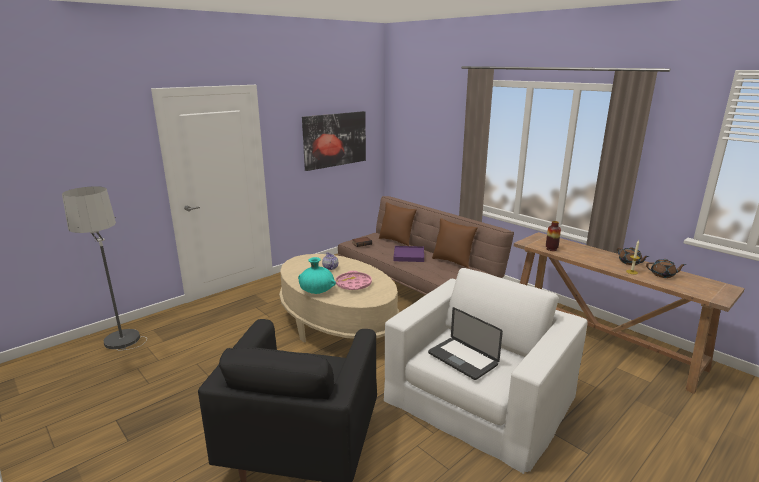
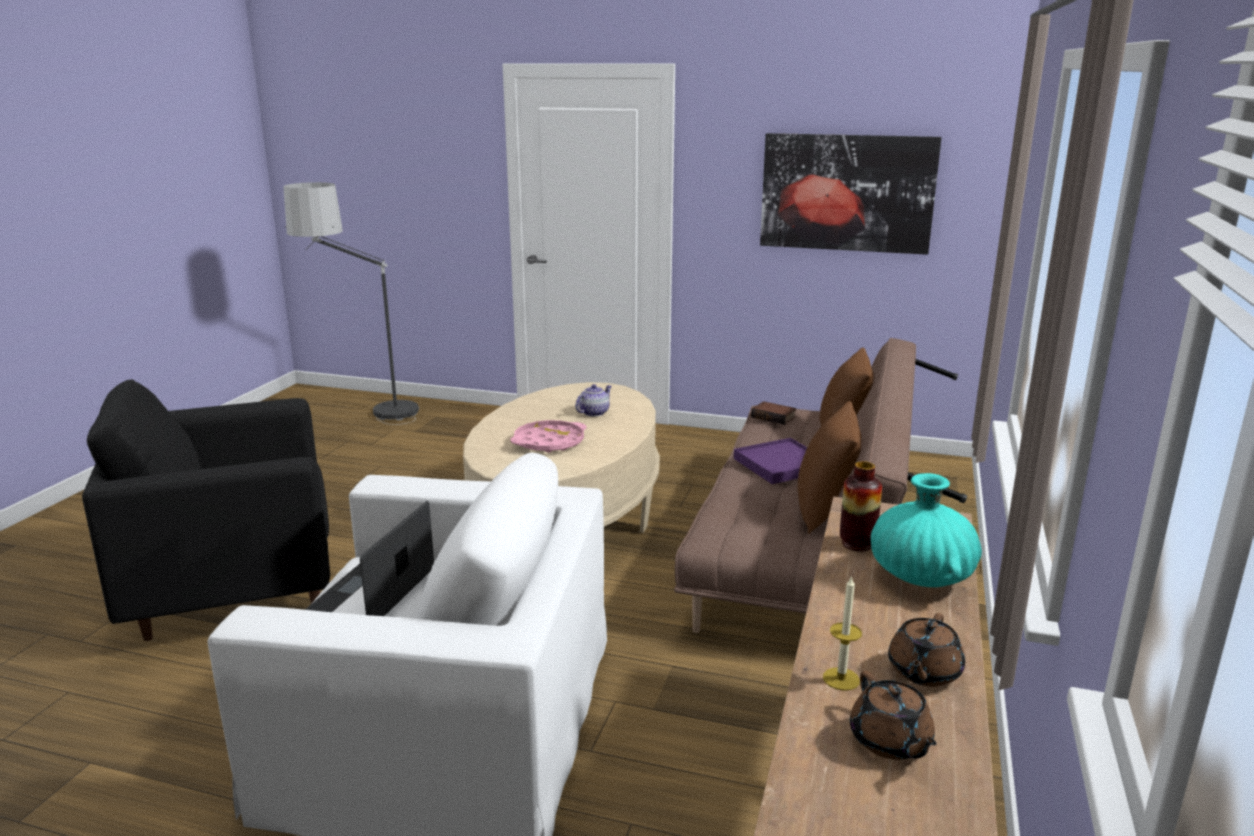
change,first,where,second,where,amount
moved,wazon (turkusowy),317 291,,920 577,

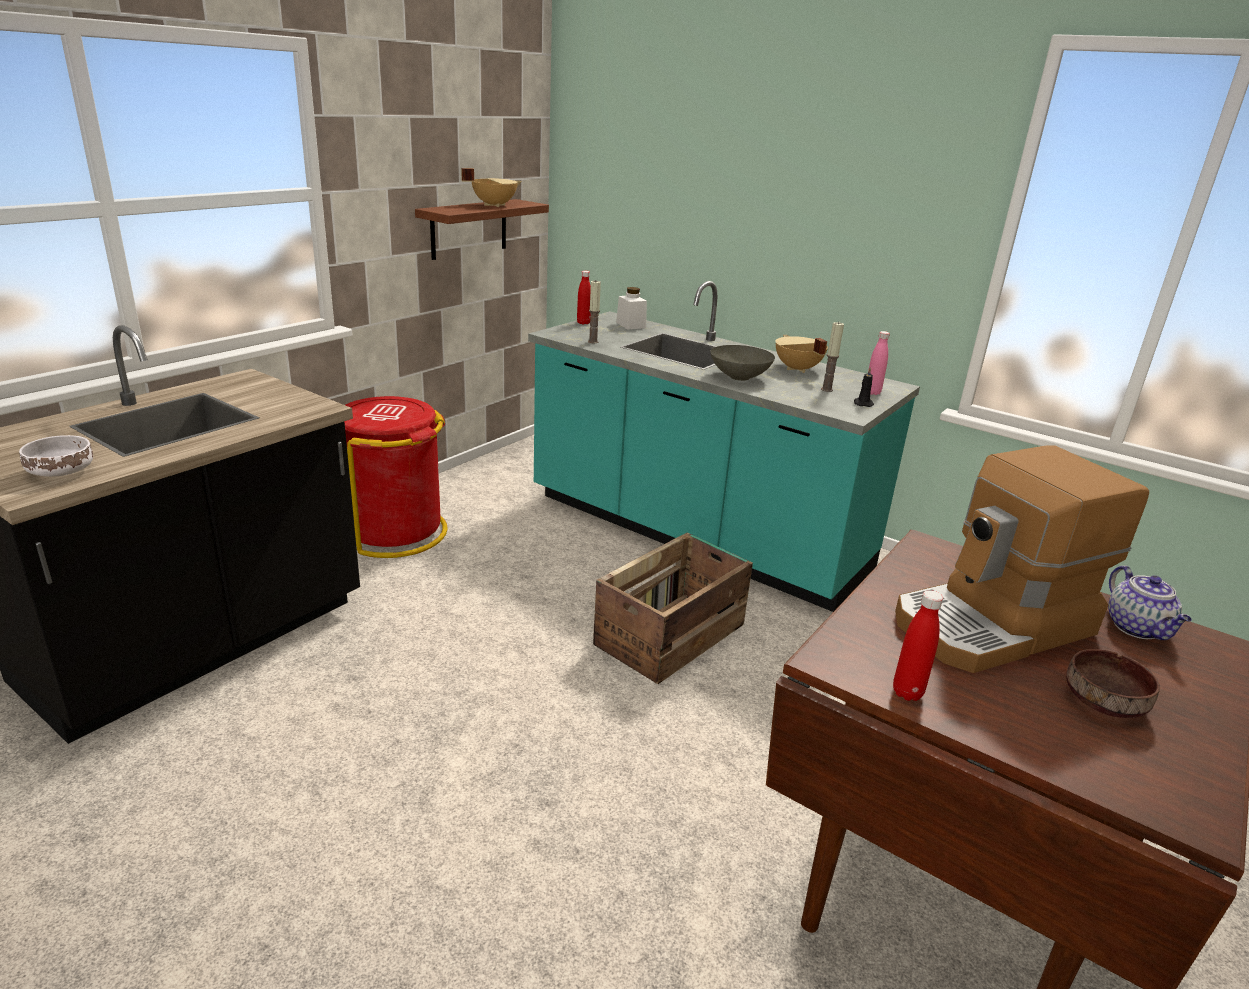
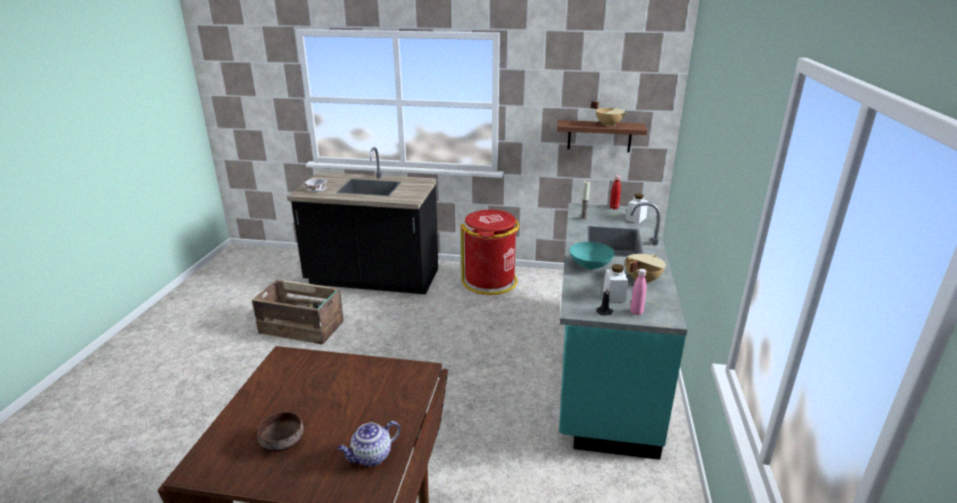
change,first,where,second,where,amount
moved,skrzynka,672 635,,302 328,
recoloured,miska (szary),739 377,miska (turkusowy),591 266,
replaced,świeca,827 389,słoik (biały),614 296,
removed,butelka (czerwony),907 692,,,
removed,ekspres do kawy,994 626,,,

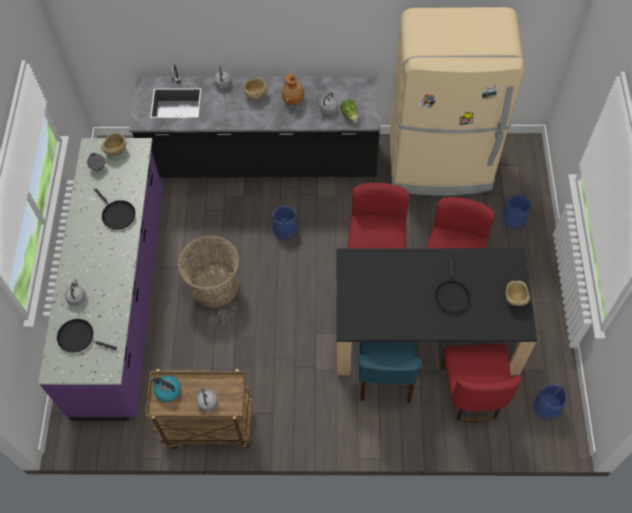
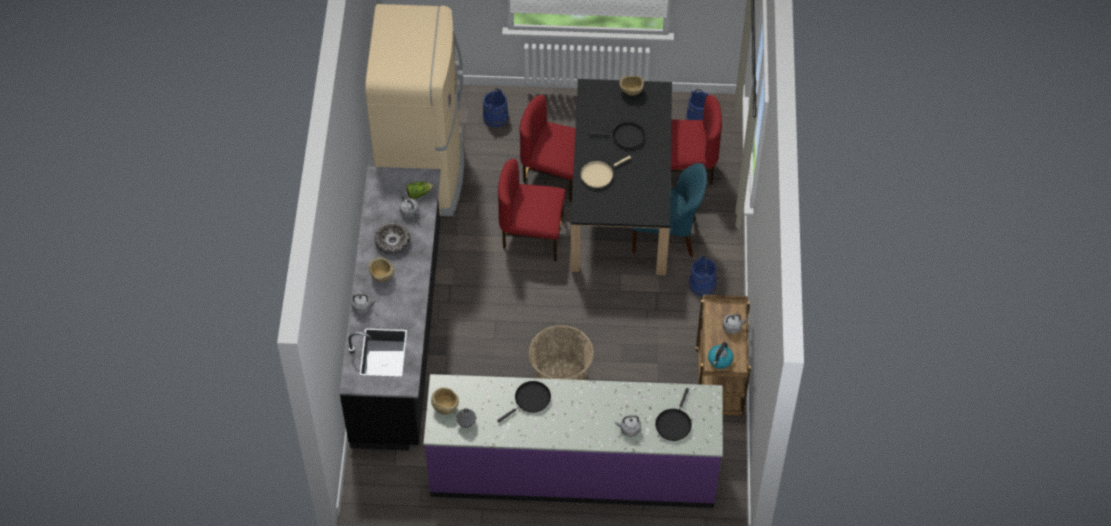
change,first,where,second,where,amount
moved,wiadro (niebieski),285 229,,702 284,
replaced,wazon (brązowy),294 100,miska,392 242,
added,,,patelnia (beżowy),599 175,

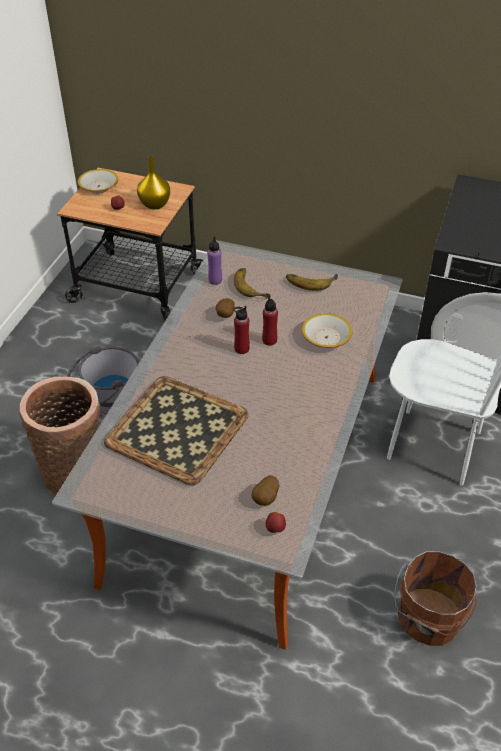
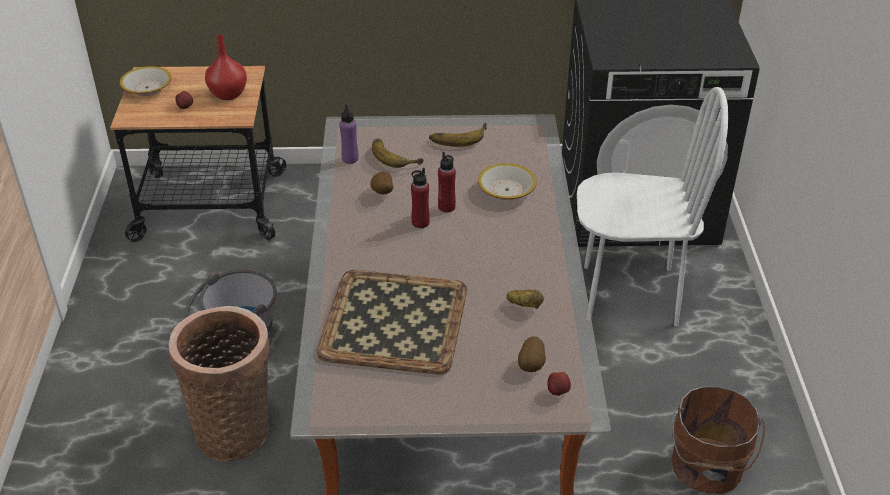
change,first,where,second,where,amount
recoloured,wazon (żółty),154 204,wazon (czerwony),227 94,
added,,,ziemniak,525 305,

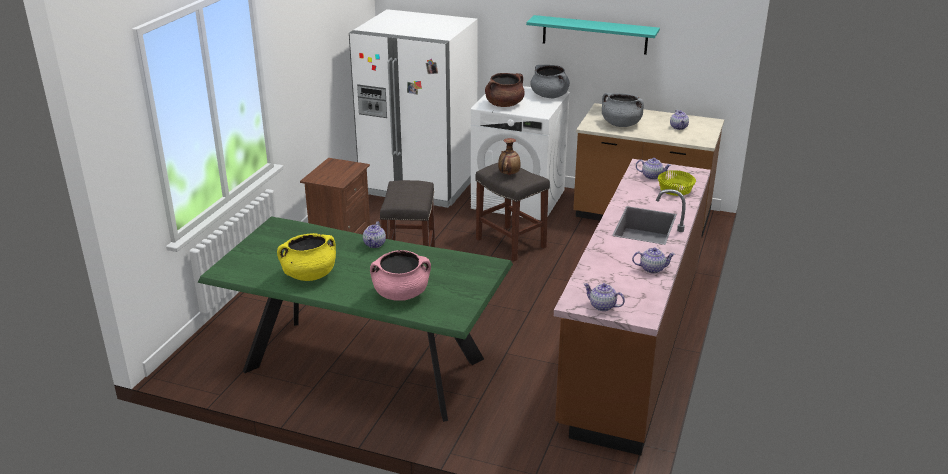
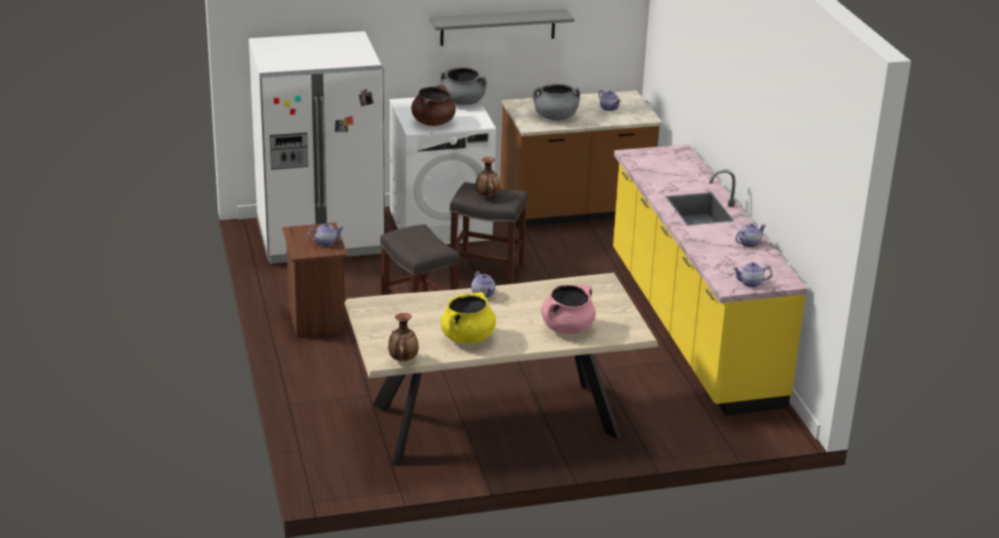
change,first,where,second,where,amount
recoloured,stół jadalny (zielony),364 365,stół jadalny (beżowy),495 421,
recoloured,półka (turkusowy),594 35,półka (szary),498 27,
recoloured,zabudowa kuchenna (brązowy),631 344,zabudowa kuchenna (żółty),691 328,
moved,imbryk,652 176,,326 242,
removed,miska (żółty),674 189,,,
added,,,wazon,403 359,

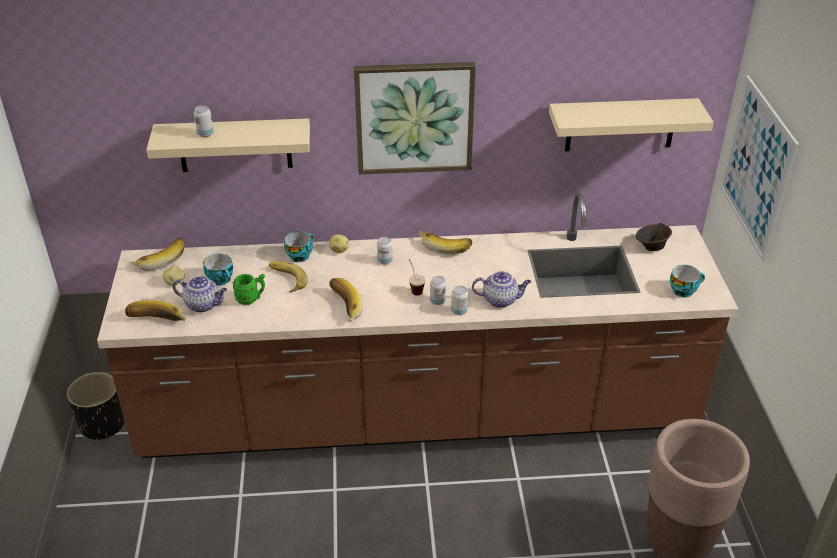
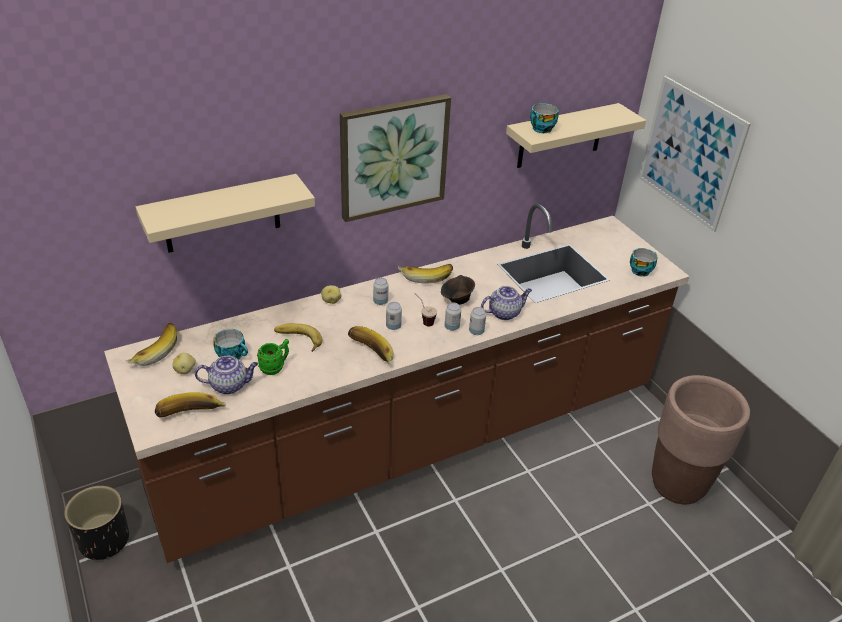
change,first,where,second,where,amount
moved,puszka,205 134,,393 326,
moved,filiżanka,300 255,,541 128,
moved,miska (brązowy),651 247,,457 300,

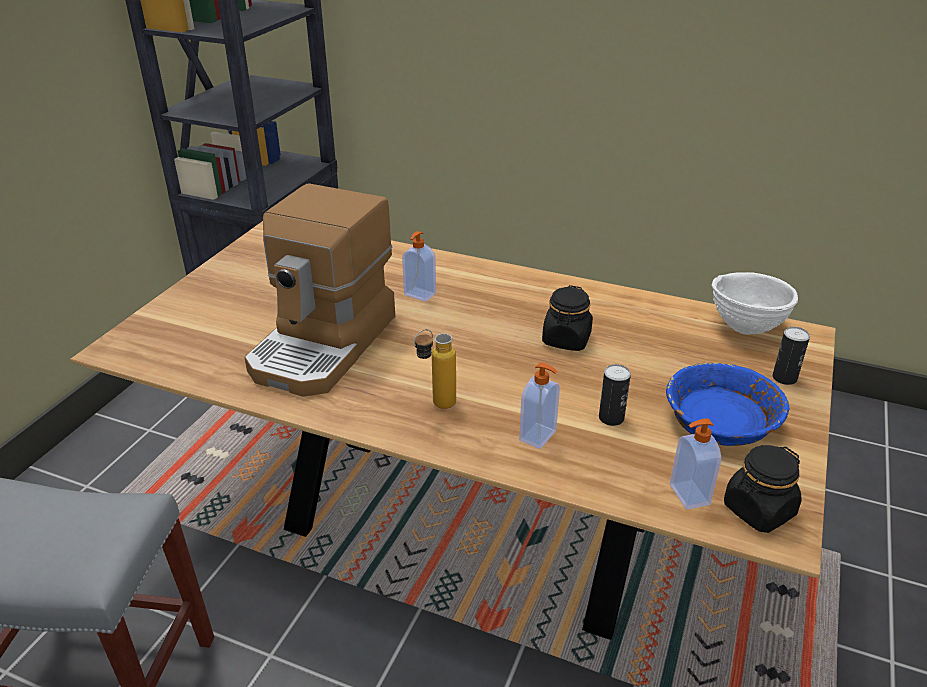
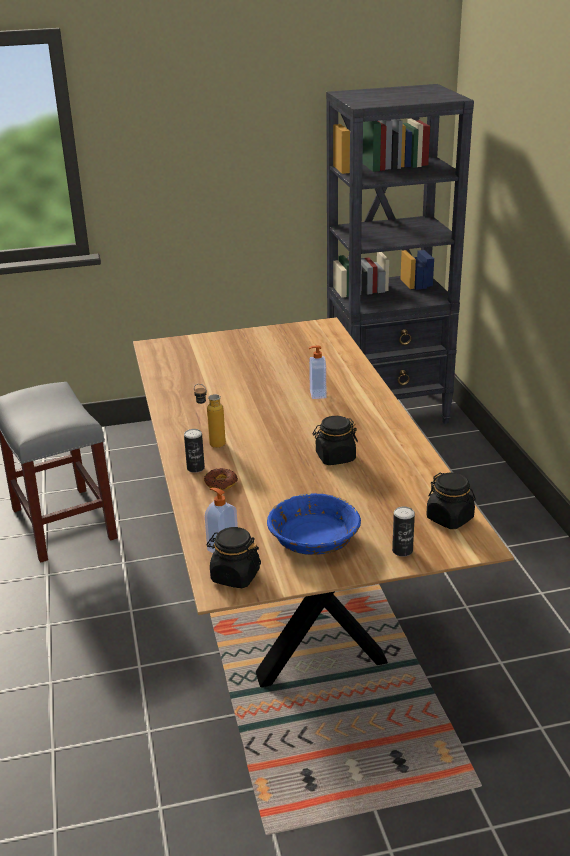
change,first,where,second,where,amount
removed,ekspres do kawy,325 345,,,
replaced,dozownik mydła,539 436,donut,221 483,
moved,puszka,611 418,,195 468,
replaced,miska (biały),746 329,słoik (czarny),450 518,

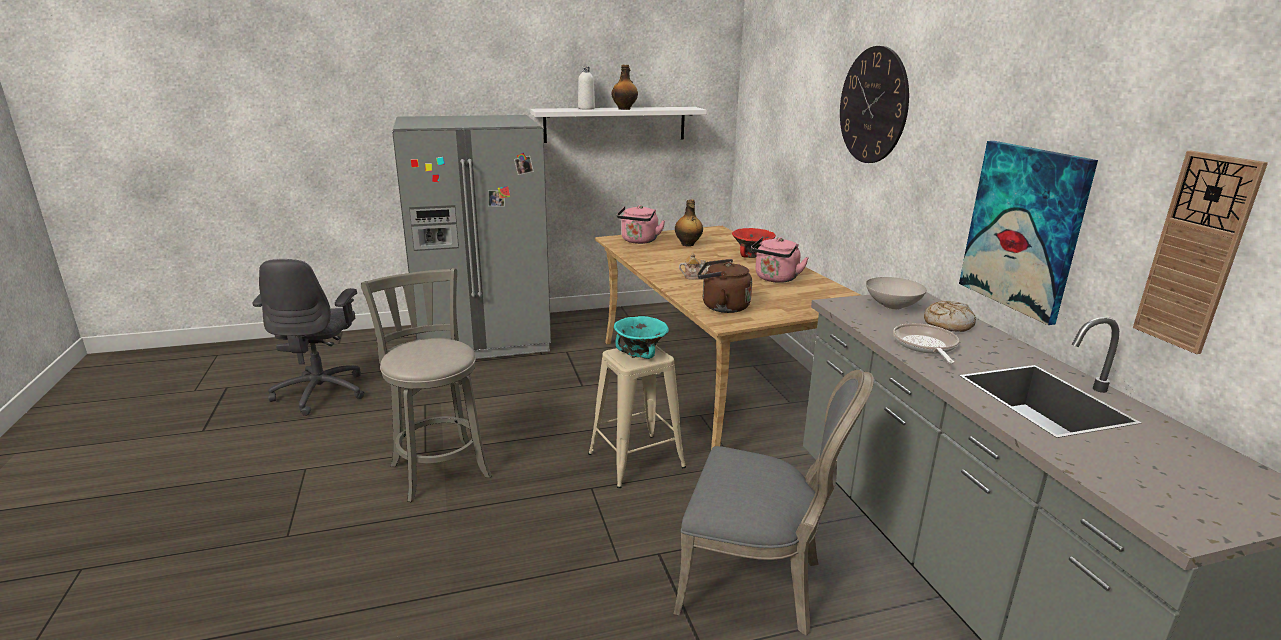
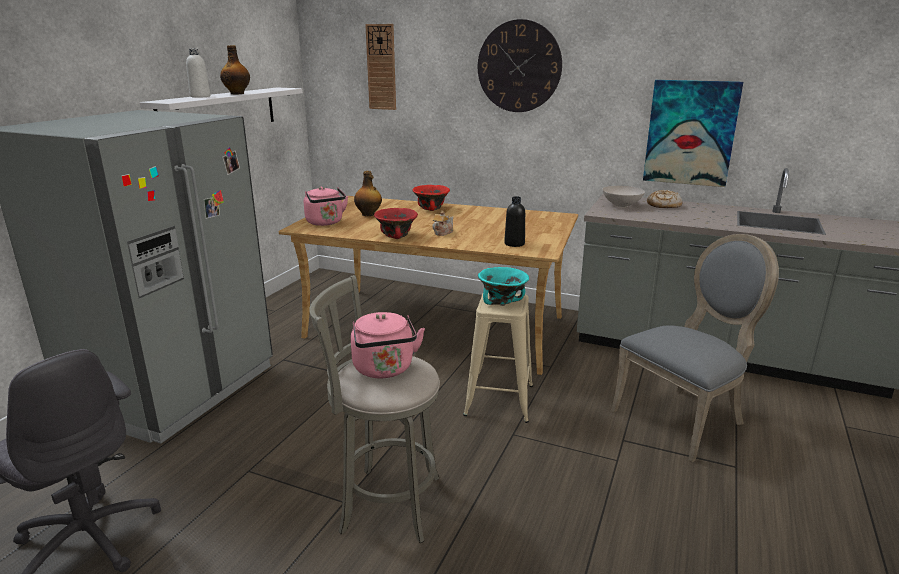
change,first,where,second,where,amount
replaced,czajnik (brązowy),722 307,butelka (czarny),514 244,
moved,czajnik (różowy),775 279,,385 370,
removed,patelnia,925 346,,,
moved,zegar ścienny,1196 252,,381 67,
added,,,miska (czerwony),396 236,

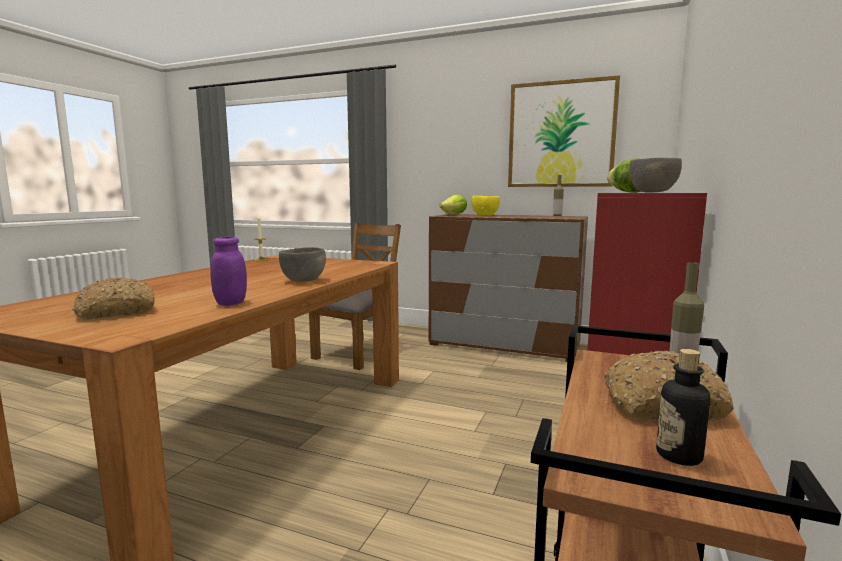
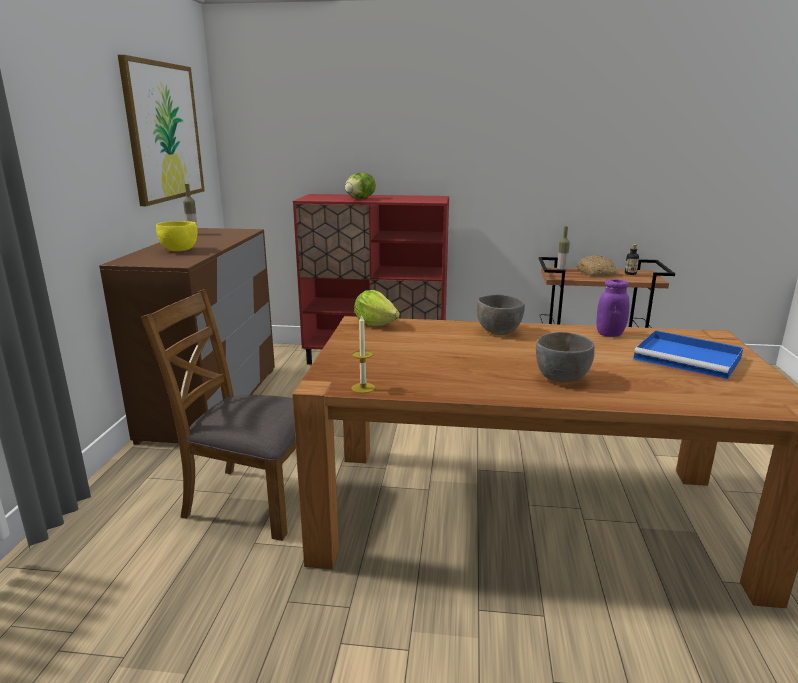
change,first,where,second,where,amount
replaced,chleb,116 312,taca (niebieski),689 359,
moved,sałata,454 214,,375 323,
moved,miska (szary),653 192,,562 378,

